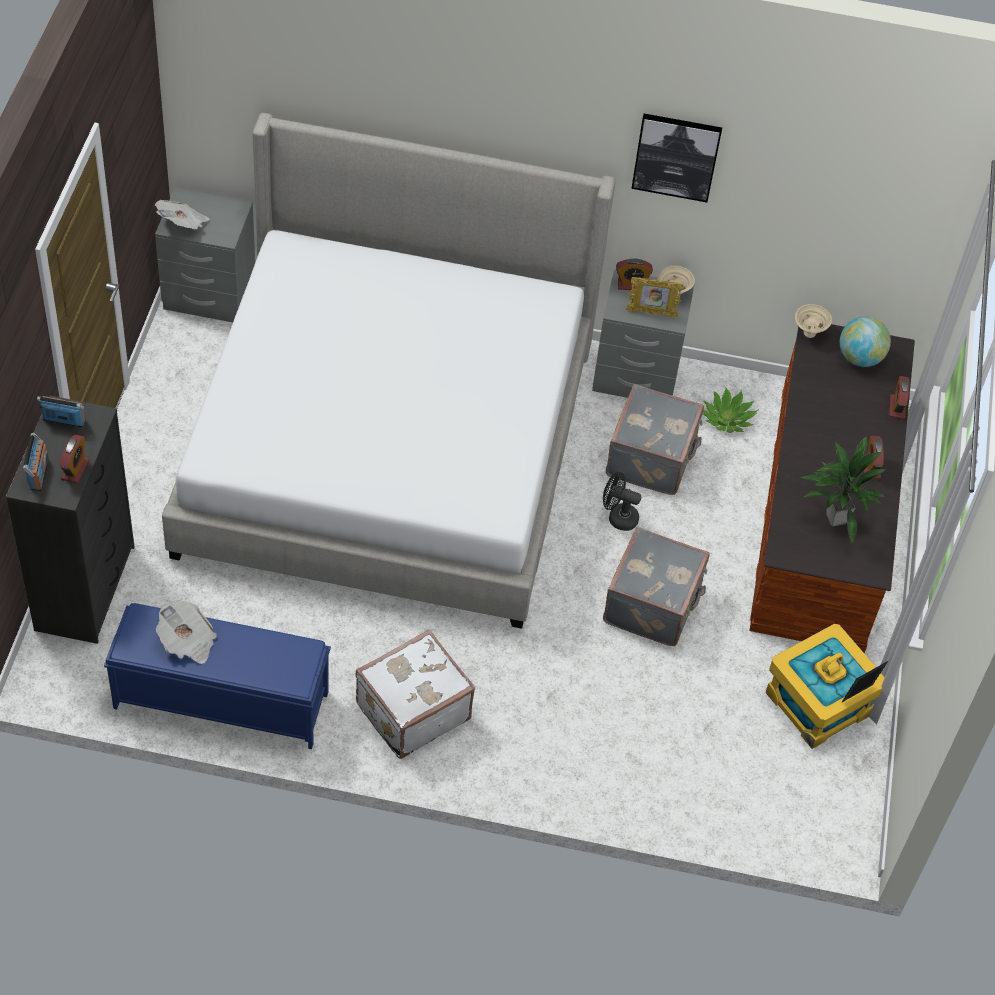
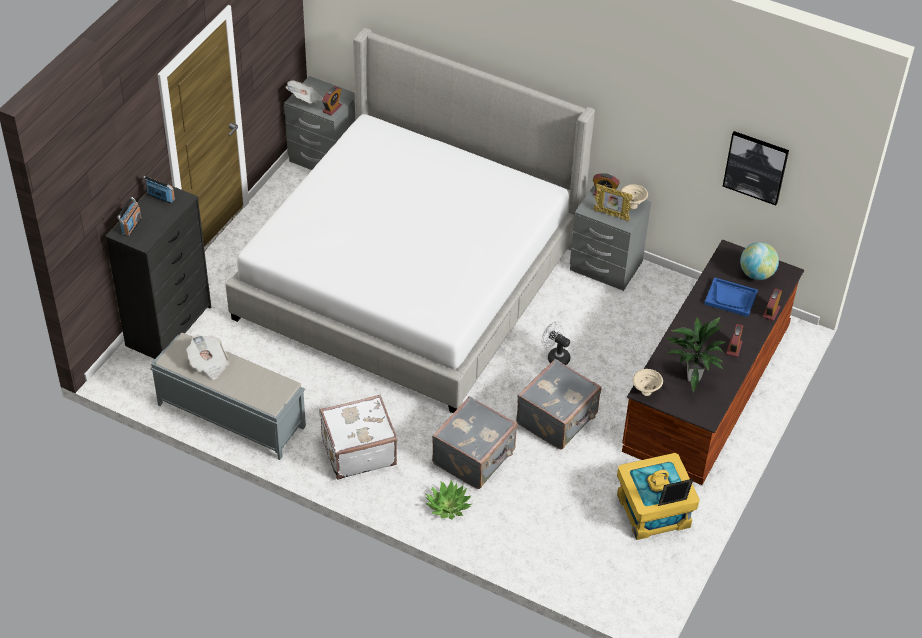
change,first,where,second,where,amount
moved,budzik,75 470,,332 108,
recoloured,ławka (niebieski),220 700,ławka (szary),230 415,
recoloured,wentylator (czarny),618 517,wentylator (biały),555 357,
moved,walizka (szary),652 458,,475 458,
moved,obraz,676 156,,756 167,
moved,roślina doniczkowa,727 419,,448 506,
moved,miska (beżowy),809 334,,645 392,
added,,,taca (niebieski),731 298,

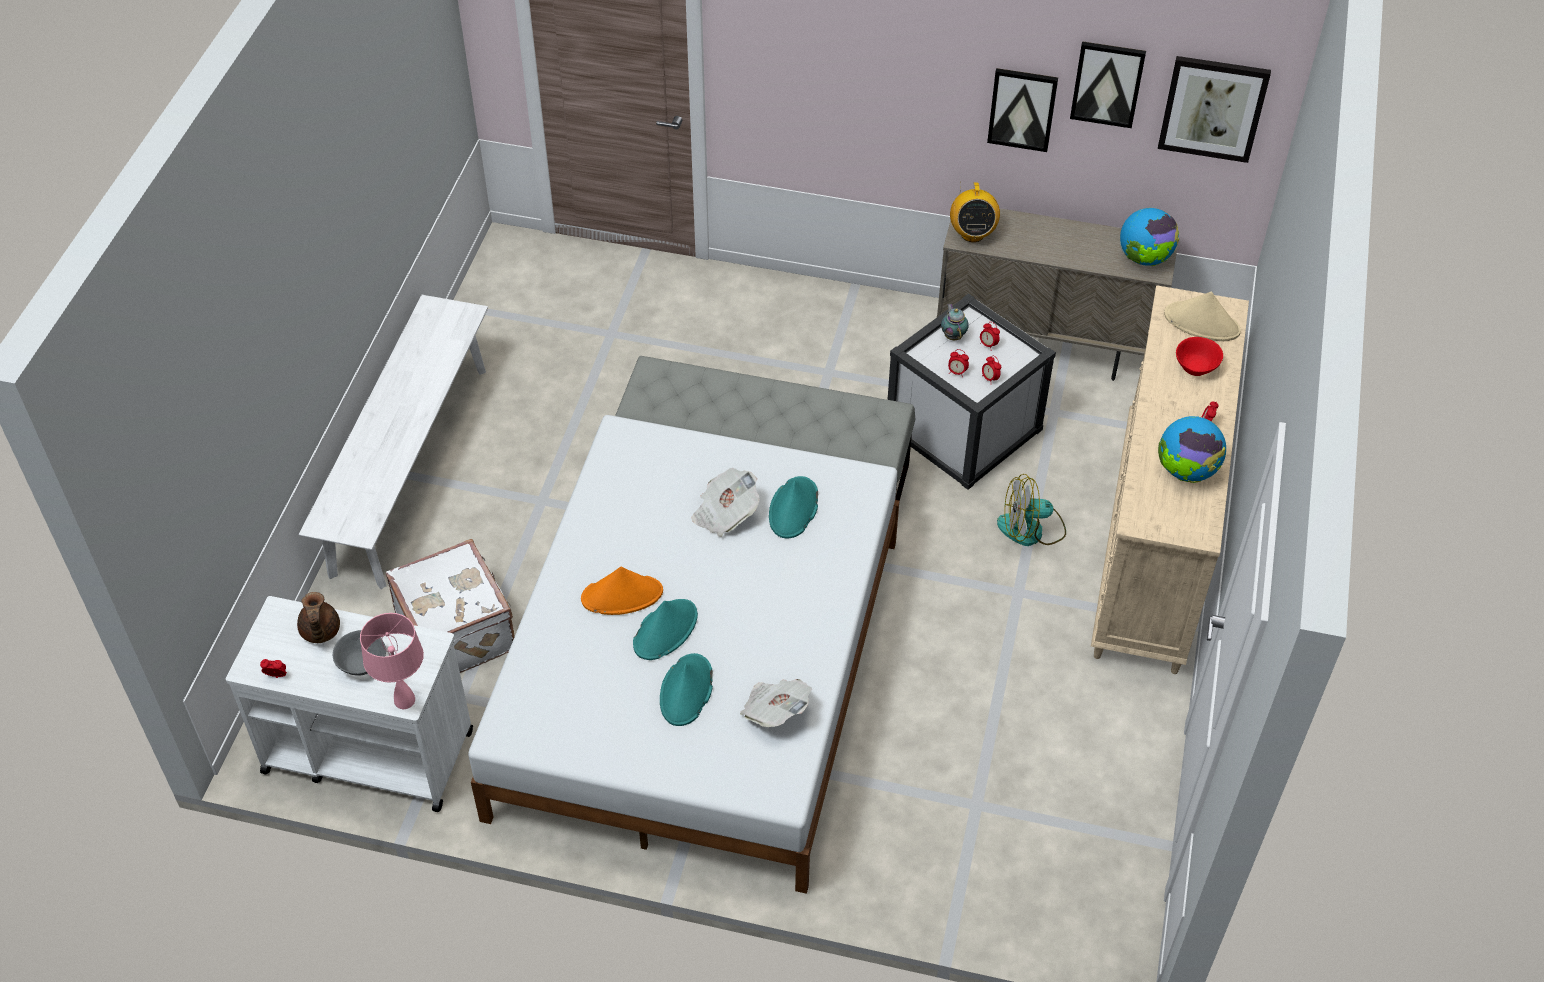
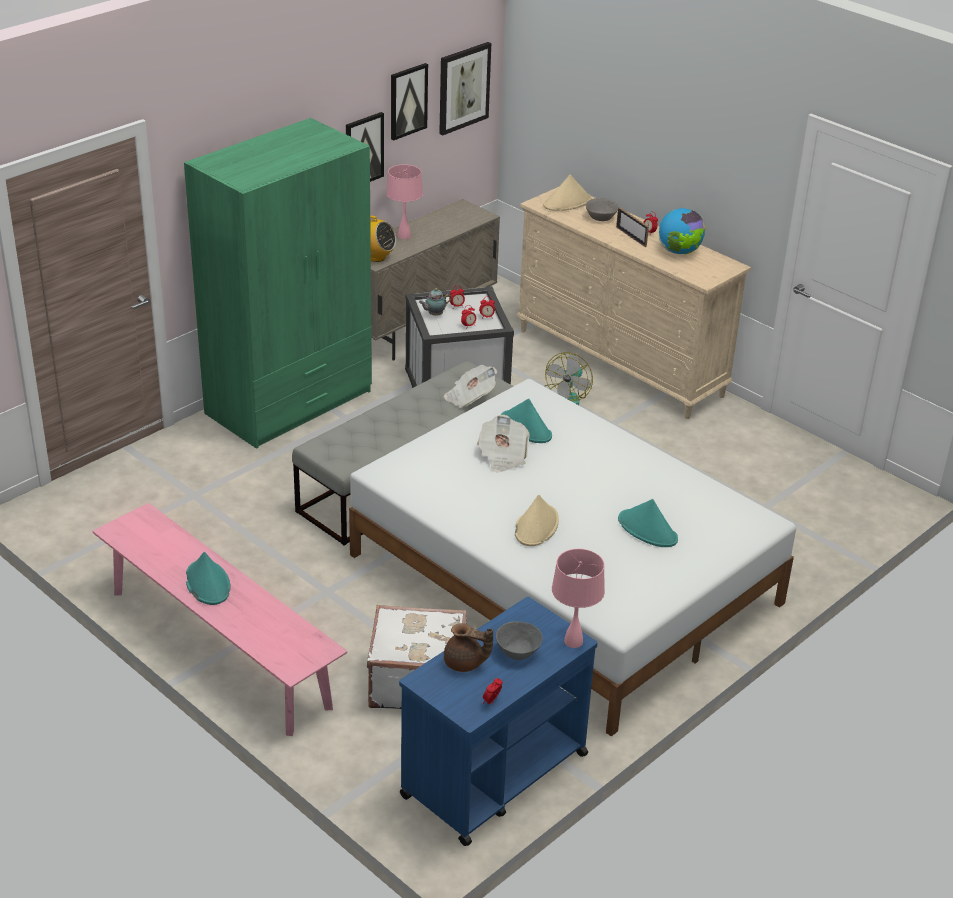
change,first,where,second,where,amount
recoloured,wózek (biały),367 751,wózek (niebieski),493 775,
recoloured,ławka (biały),410 468,ławka (różowy),219 648,
recoloured,kapelusz (pomarańczowy),622 595,kapelusz (beżowy),536 526,
moved,kapelusz (turkusowy),665 630,,207 583,
moved,gazeta,775 711,,470 397,
turned,imbryk,953 335,,434 315,45 degrees counterclockwise
removed,globus,1144 258,,,
recoloured,miska (czerwony),1195 367,miska (szary),600 218,
added,,,szafa (zielony),290 403,
added,,,lampa stołowa (różowy),404 236,
added,,,ramka na zdjęcie,631 237,

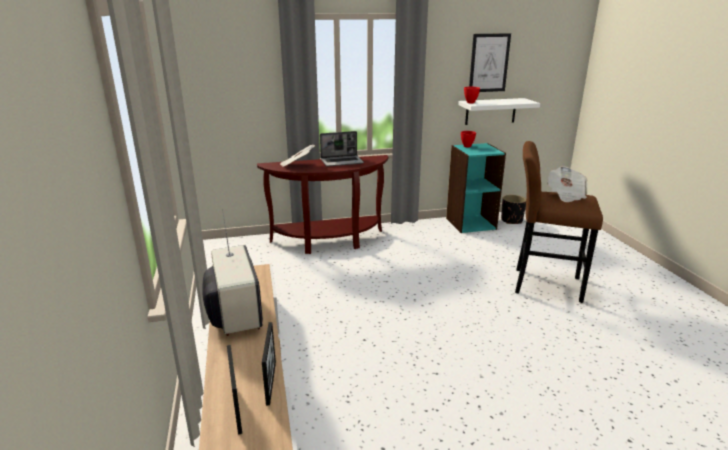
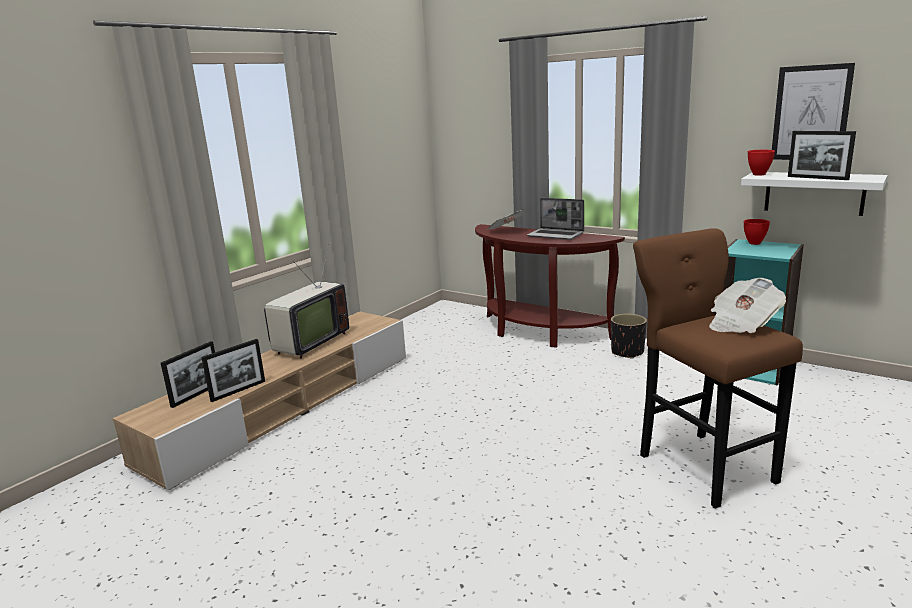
change,first,where,second,where,amount
moved,donica (czarny),511 220,,627 352,
added,,,ramka na zdjęcie,817 178,

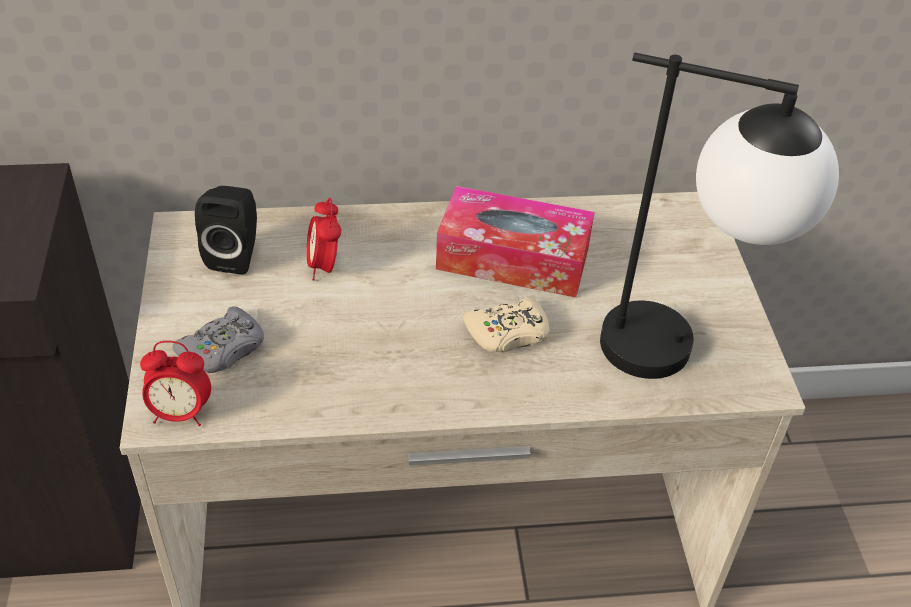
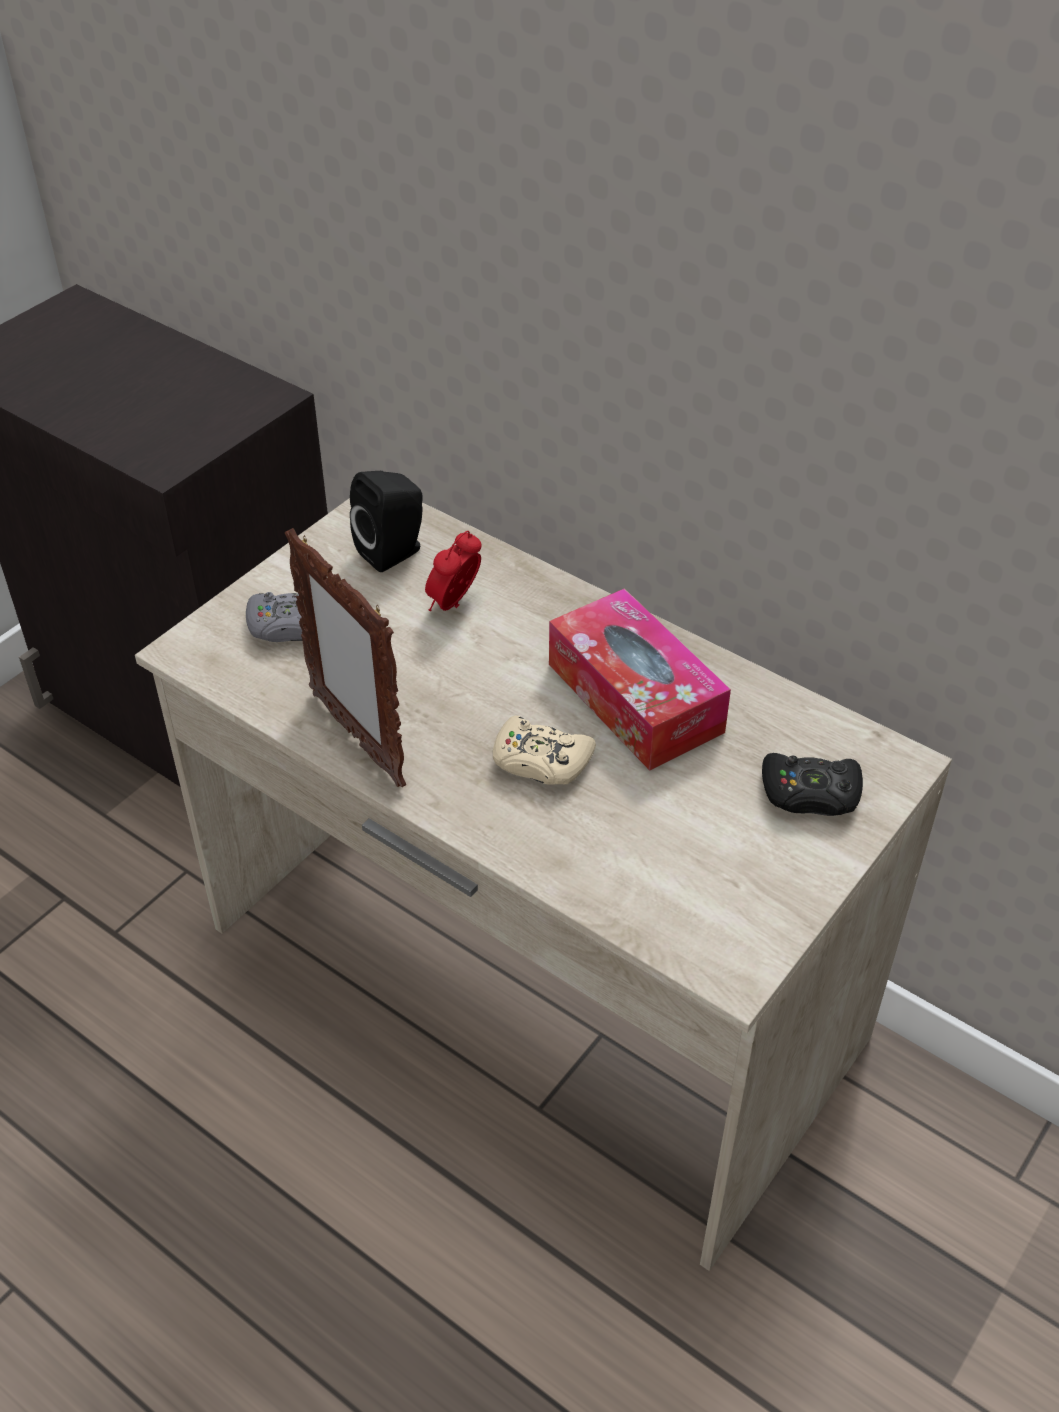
change,first,where,second,where,amount
removed,budzik,180 413,,,
removed,lampa stołowa,683 354,,,
added,,,ramka na zdjęcie,357 738,
added,,,pad do gier (czarny),810 793,

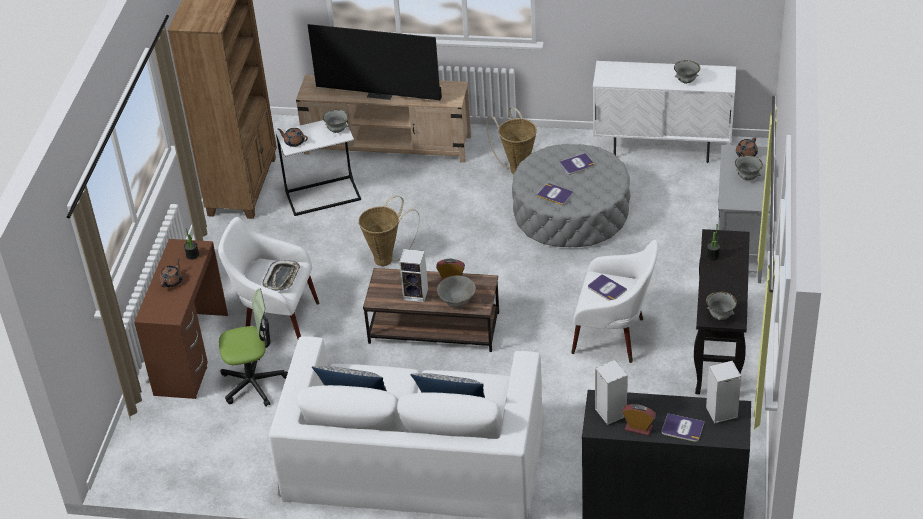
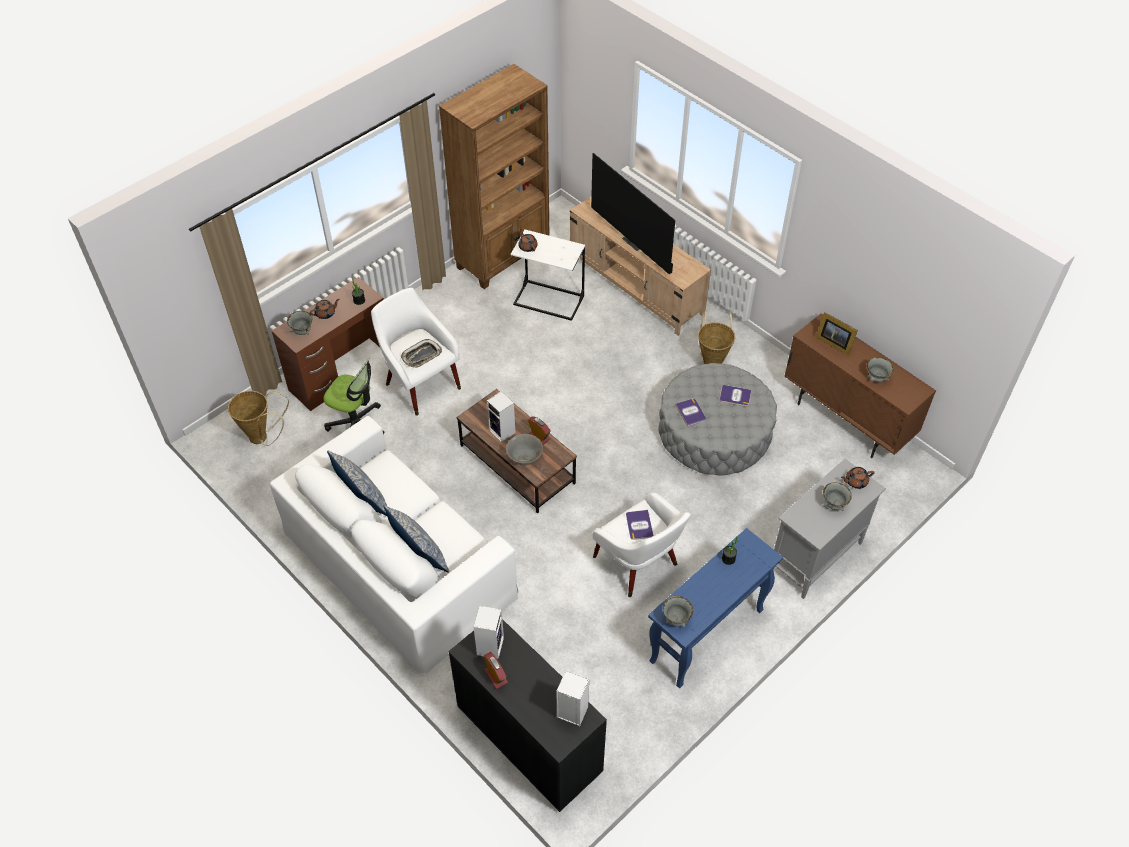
change,first,where,second,where,amount
moved,miska (szary),337 131,,302 332,
moved,koszyk,387 258,,263 438,
recoloured,szafka (biały),662 148,szafka (brązowy),846 420,
removed,książka,682 428,,,
recoloured,stolik konsolowy (czarny),719 351,stolik konsolowy (niebieski),706 637,
added,,,ramka na zdjęcie,833 342,

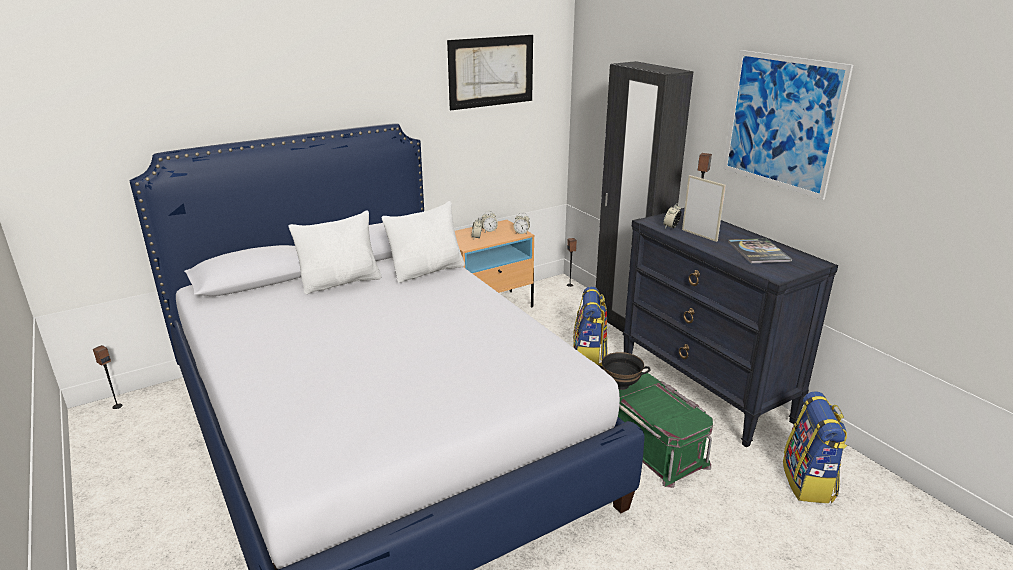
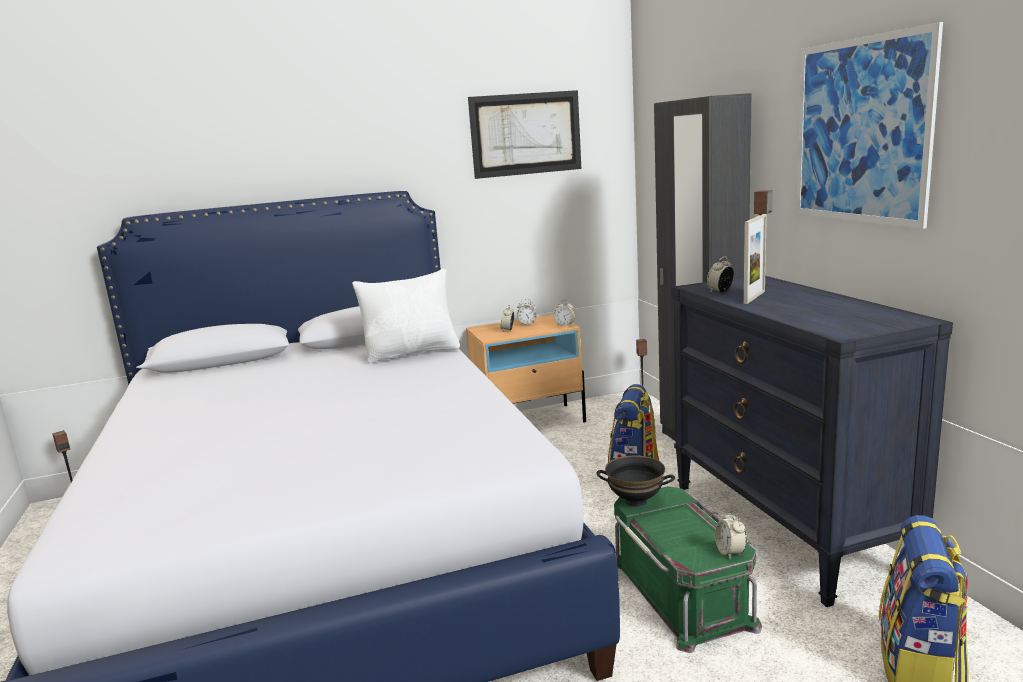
change,first,where,second,where,amount
removed,poduszka (biały),341 282,,,
turned,ramka na zdjęcie,699 235,,754 297,60 degrees clockwise
removed,książka,758 252,,,
added,,,budzik,730 552,

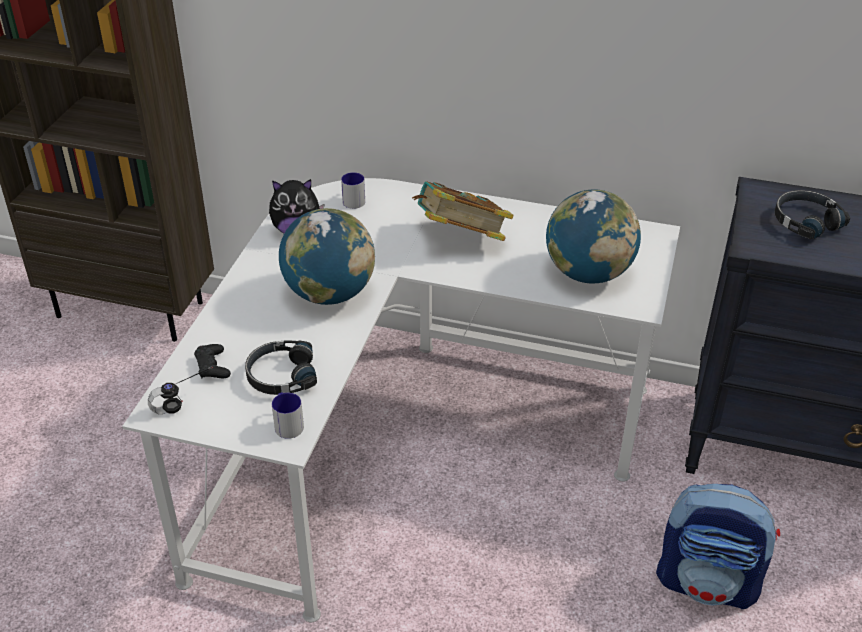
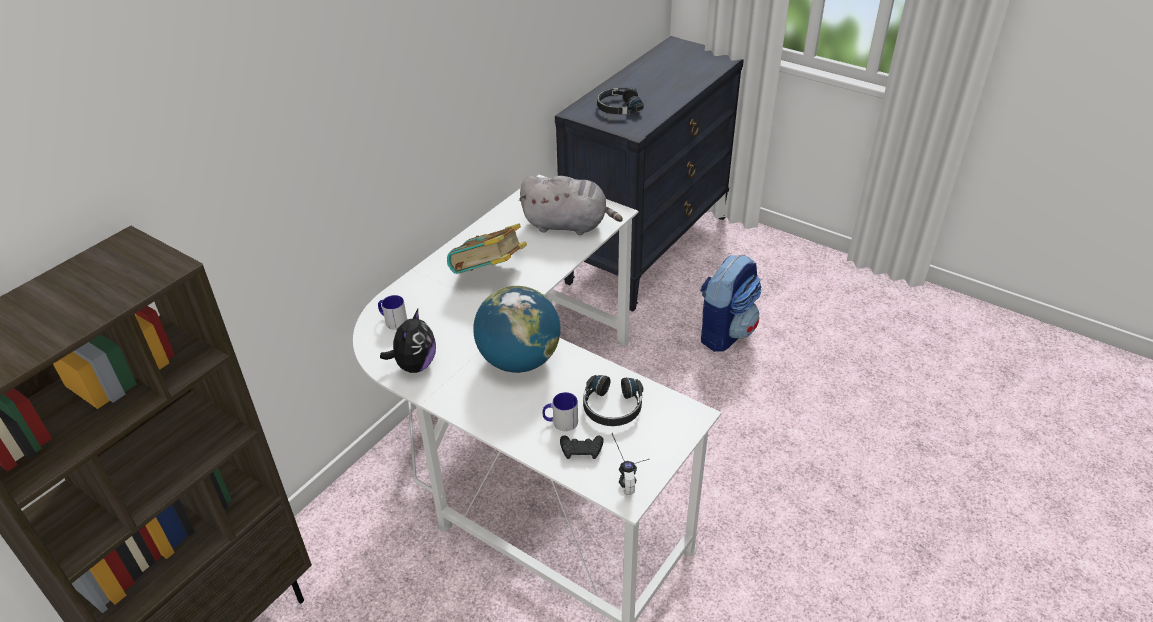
change,first,where,second,where,amount
moved,kubek,287 424,,560 422,
replaced,globus,588 273,pluszak (szary),568 225,

